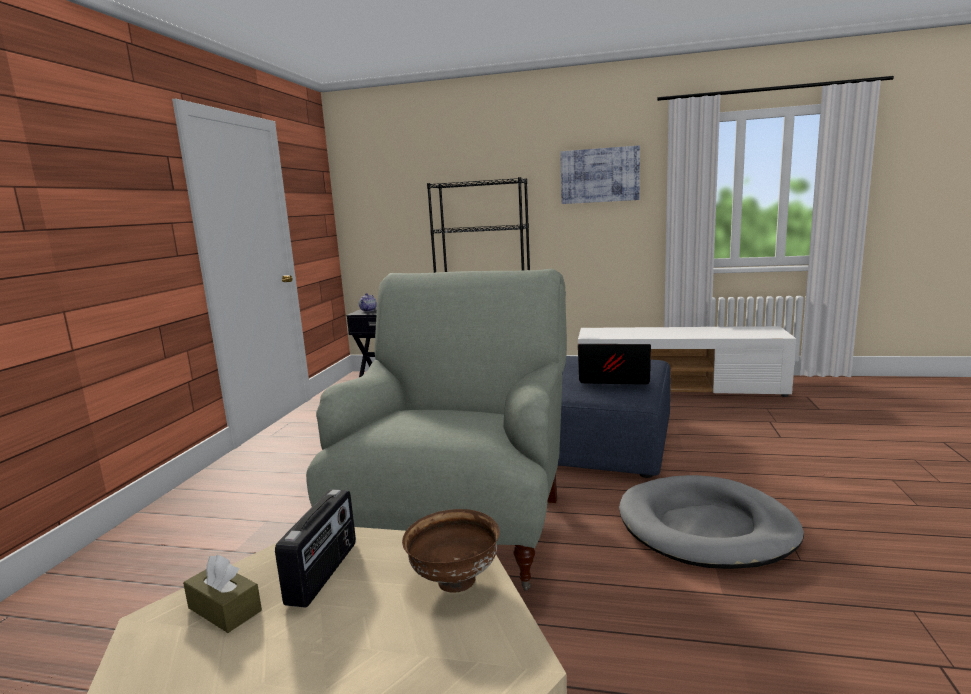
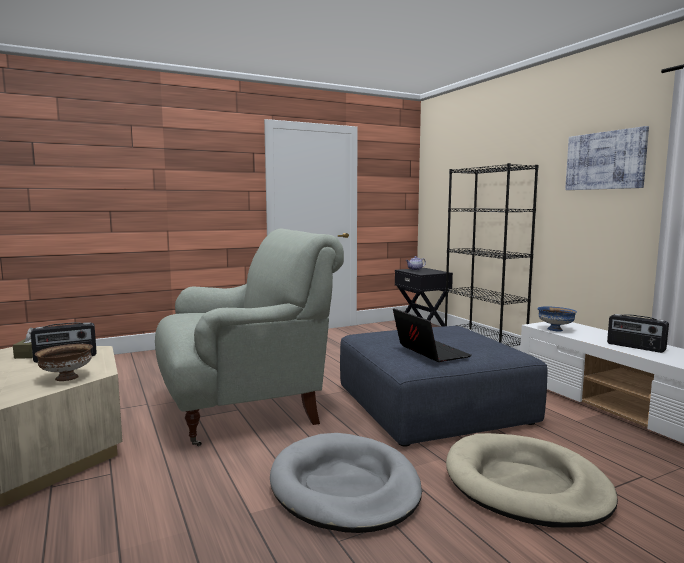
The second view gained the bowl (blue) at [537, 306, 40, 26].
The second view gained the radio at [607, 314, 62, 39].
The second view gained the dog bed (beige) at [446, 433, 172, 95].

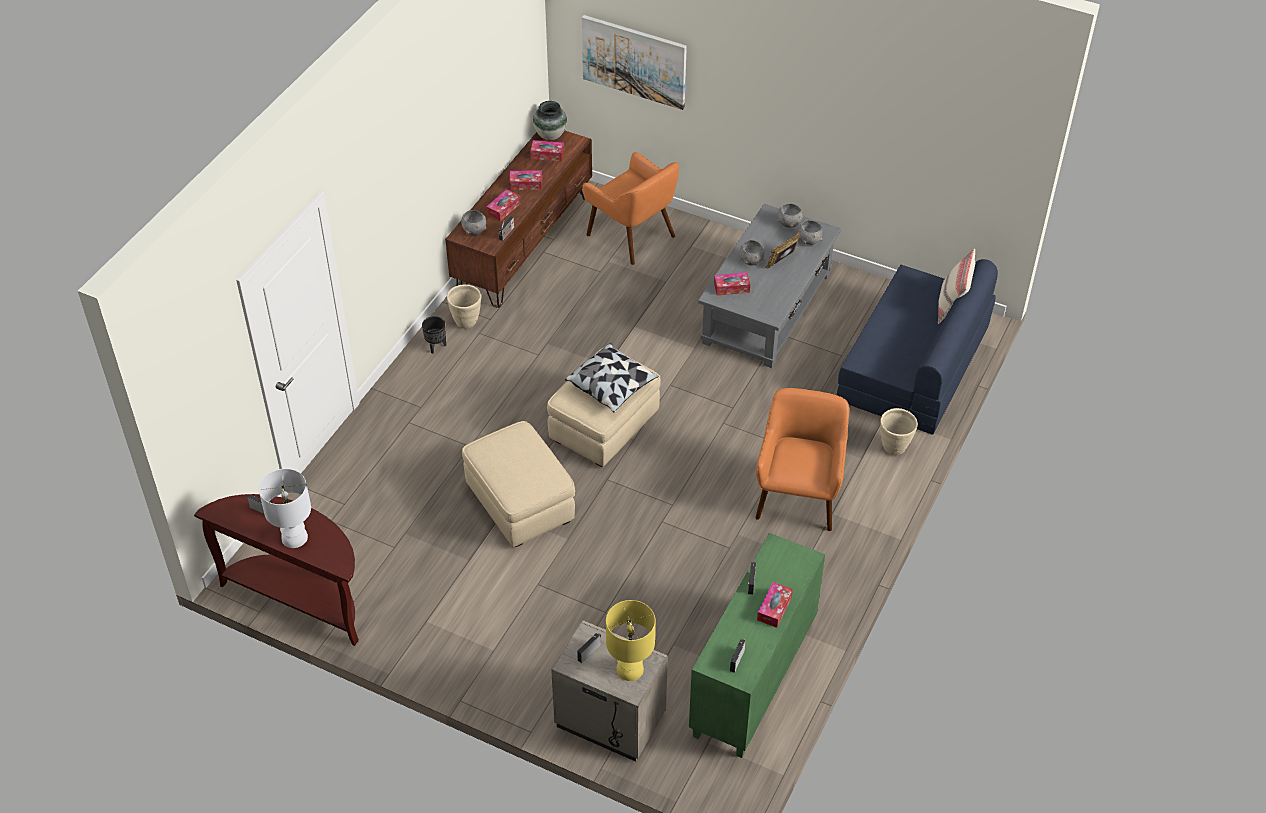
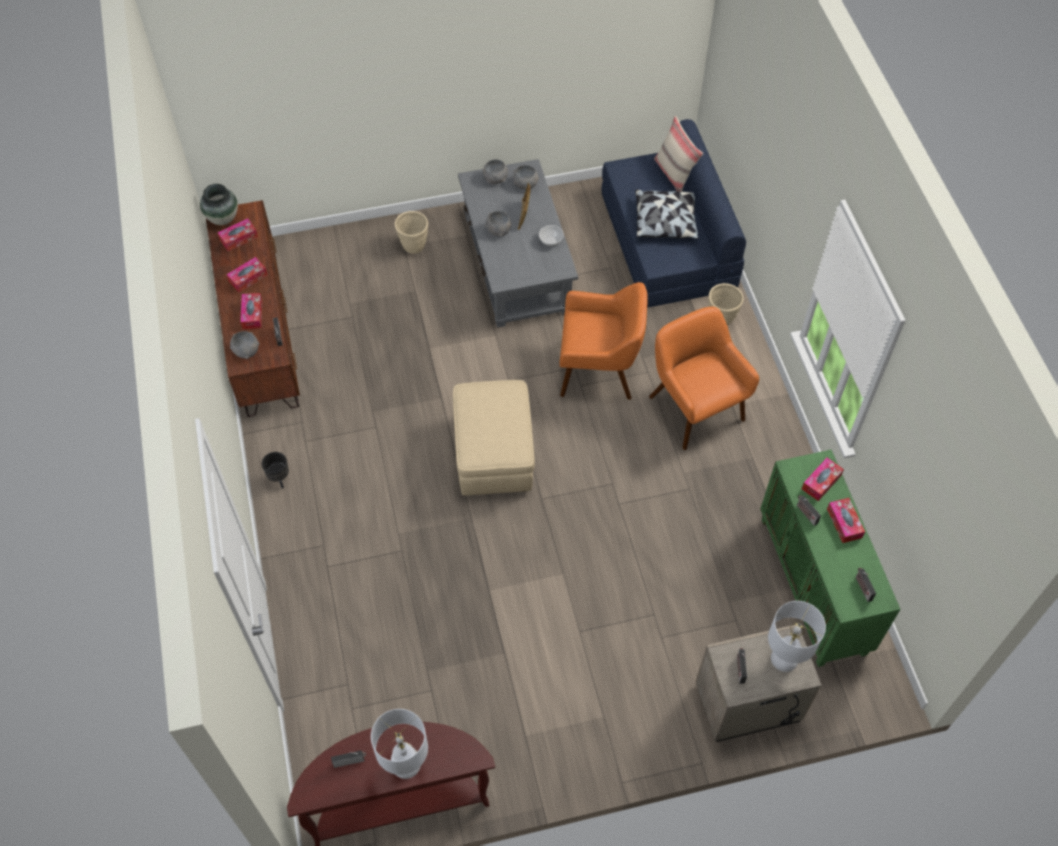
The second view lost the picture at [582, 15, 105, 95].
The armchair (orange) ended up elsewhere, having gone from [583, 152, 96, 113] to [560, 282, 88, 118].
The tissue box ended up elsewhere, having gone from [714, 272, 36, 24] to [802, 458, 42, 43].
The planter (beige) ended up elsewhere, having gone from [447, 285, 34, 44] to [394, 211, 34, 43].
The pillow ended up elsewhere, having gone from [565, 343, 94, 70] to [635, 189, 64, 50].
The second view lost the ottoman (beige) at [462, 421, 113, 126].
What was the table lamp (yellow) at [606, 600, 49, 81] turned into the table lamp (white) at [768, 601, 58, 71].
The second view gained the bowl at [539, 225, 25, 22].

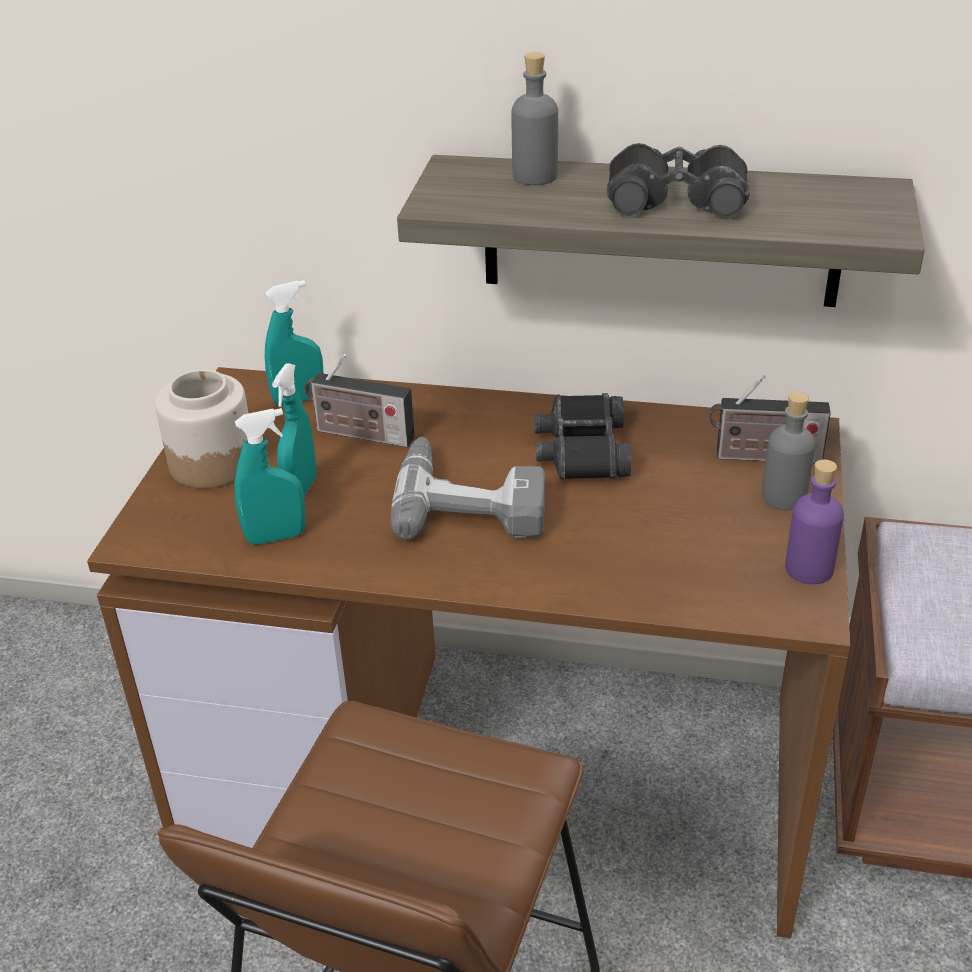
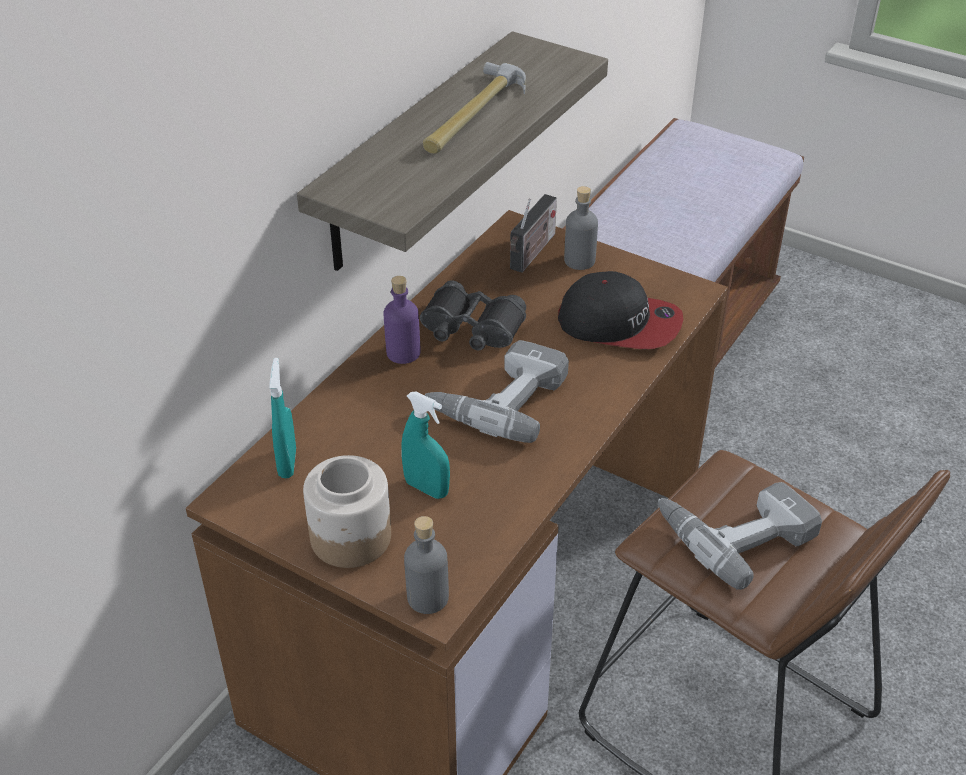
The bottle (grey) ended up elsewhere, having gone from [511, 52, 47, 133] to [404, 516, 45, 98].
Where the binoculars (black) stood at [606, 143, 144, 76], the hammer came to stand at [423, 62, 103, 92].
The second view lost the radio at [304, 354, 111, 94].
The second view lost the spray bottle (turquoise) at [235, 408, 71, 137].
The bottle (purple) ended up elsewhere, having gone from [785, 459, 59, 125] to [383, 276, 37, 88].
The second view gained the cap at [558, 271, 125, 78].
The second view gained the power drill at [658, 482, 164, 108].

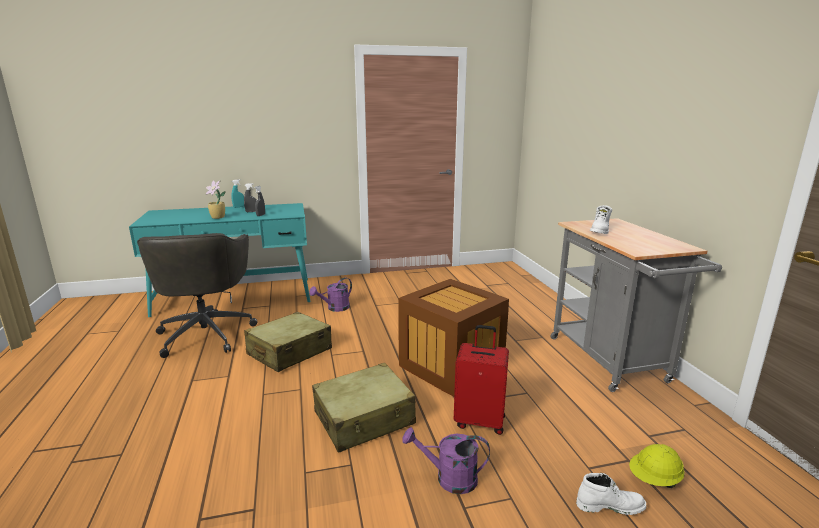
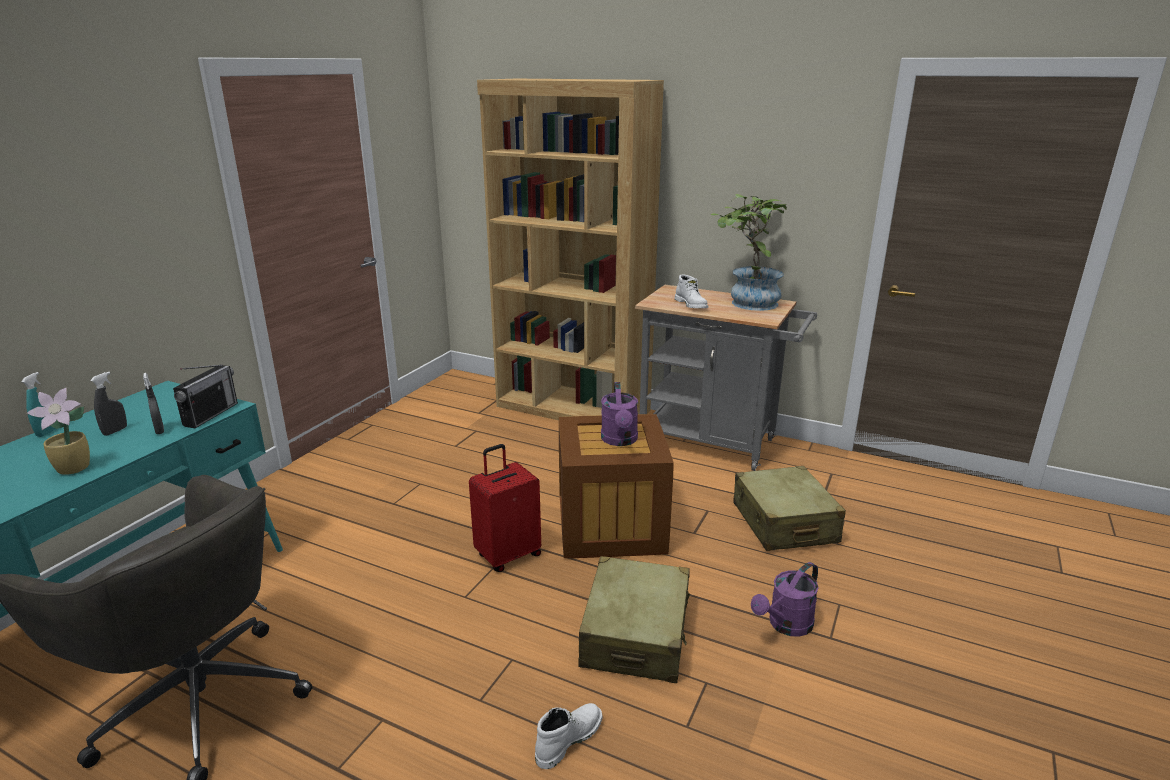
The watering can (purple) ended up elsewhere, having gone from [309, 278, 43, 34] to [601, 382, 37, 64].
The suitcase (beige) ended up elsewhere, having gone from [244, 312, 88, 60] to [733, 466, 113, 85].
The suitcase (red) ended up elsewhere, having gone from [454, 325, 55, 110] to [469, 444, 72, 128].
The second view lost the hard hat (yellow) at [629, 444, 56, 44].
The boot (white) ended up elsewhere, having gone from [576, 473, 70, 42] to [535, 703, 67, 66].
The second view gained the bookcase (brown) at [477, 79, 187, 341].
The second view gained the potted plant at [711, 194, 76, 117].
The second view gained the radio at [173, 364, 65, 64].

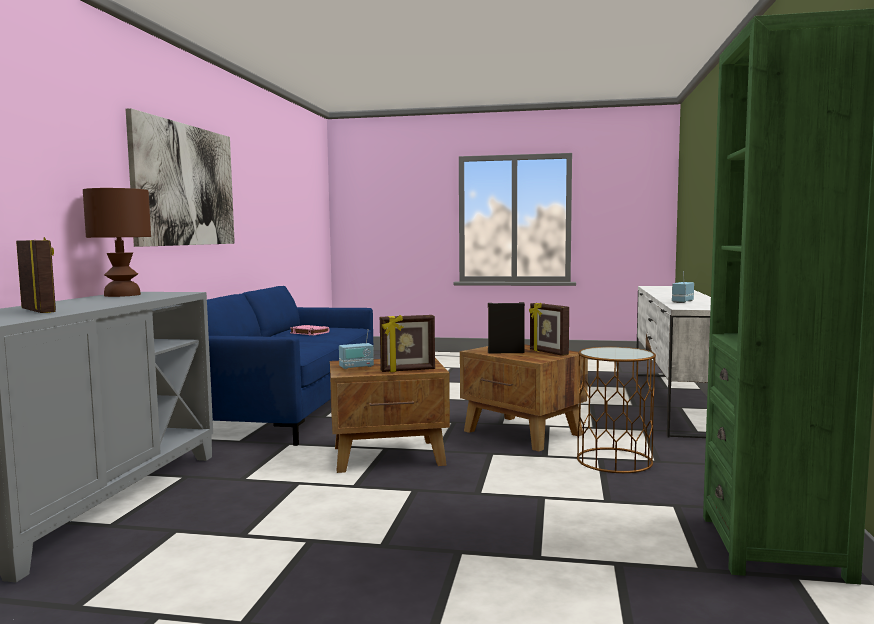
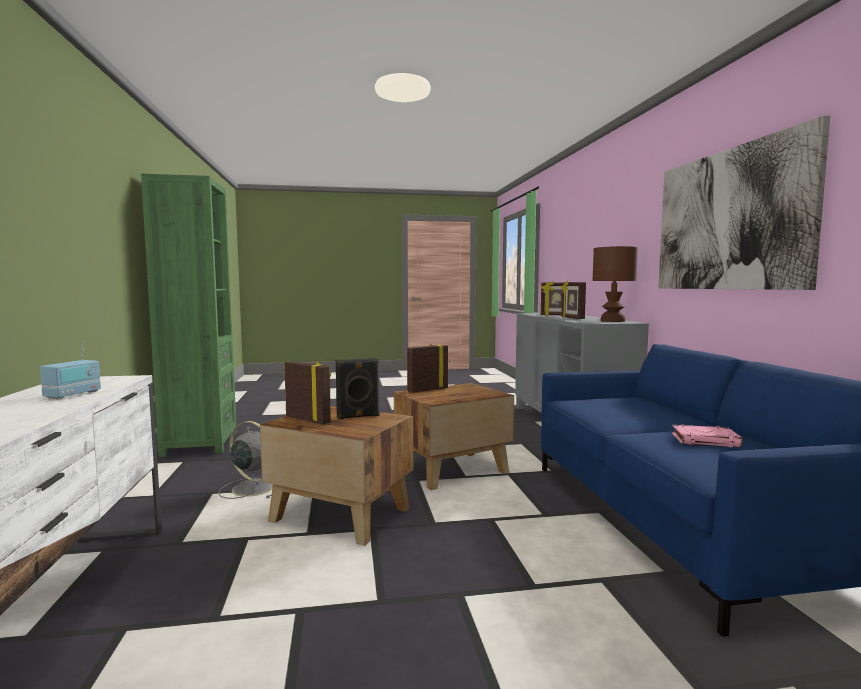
The second view lost the radio at [339, 329, 35, 40].
Where the side table (brown) stood at [577, 347, 79, 126], the fan (grey) came to stand at [219, 421, 54, 78].
The second view gained the picture frame at [561, 281, 25, 38].

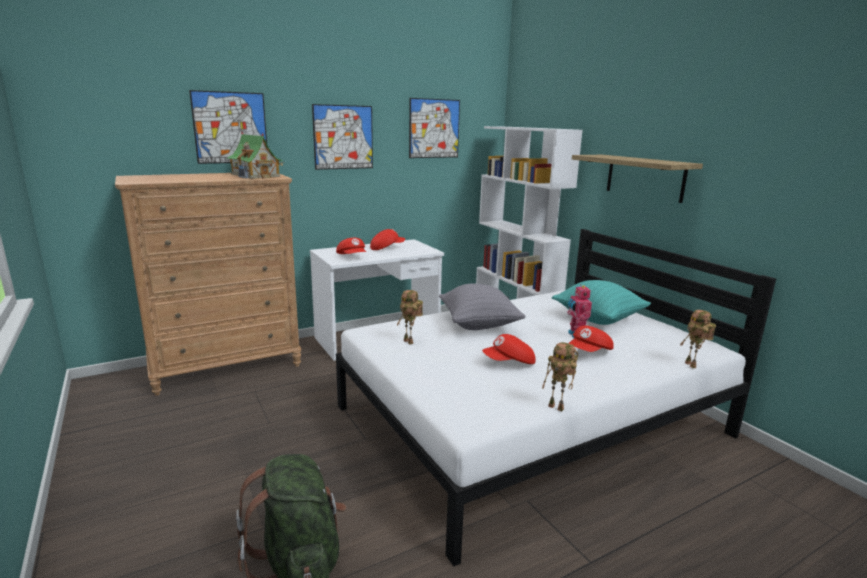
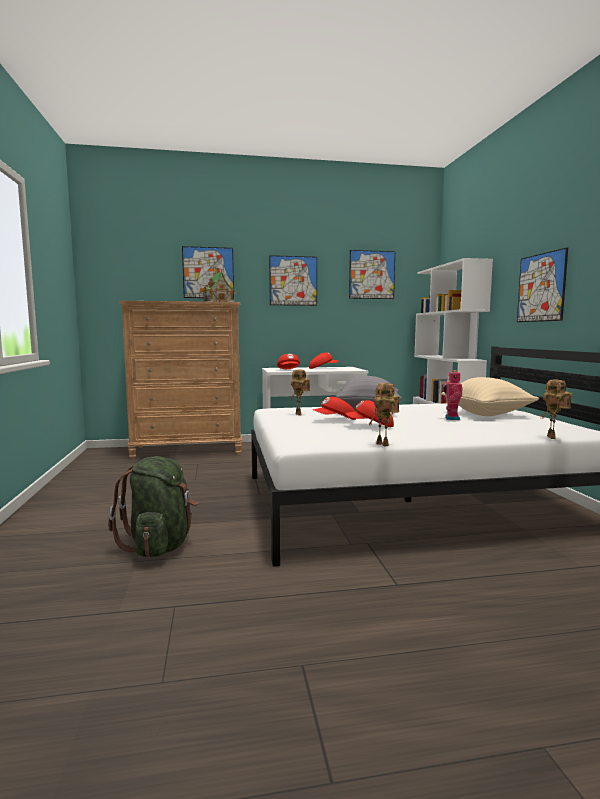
Where the shelf hung at [572, 155, 131, 48], the picture came to hang at [517, 247, 51, 75].
What was the pillow (turquoise) at [552, 280, 99, 45] turned into the pillow (beige) at [442, 377, 97, 39].
The cap (red) ended up elsewhere, having gone from [569, 325, 45, 27] to [313, 397, 43, 23].

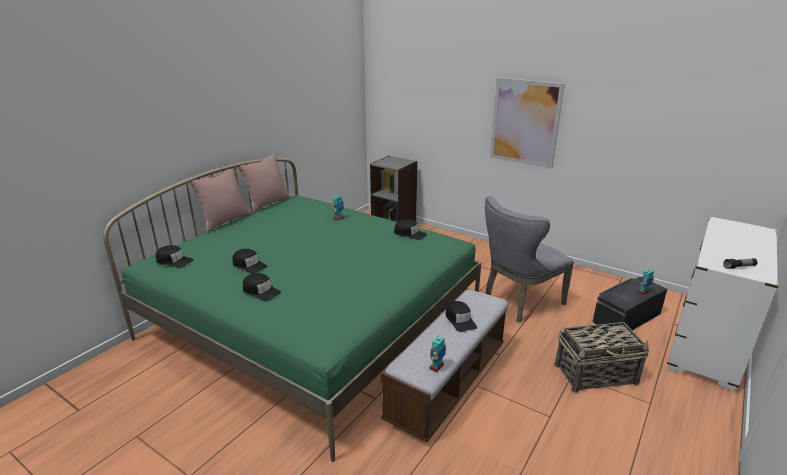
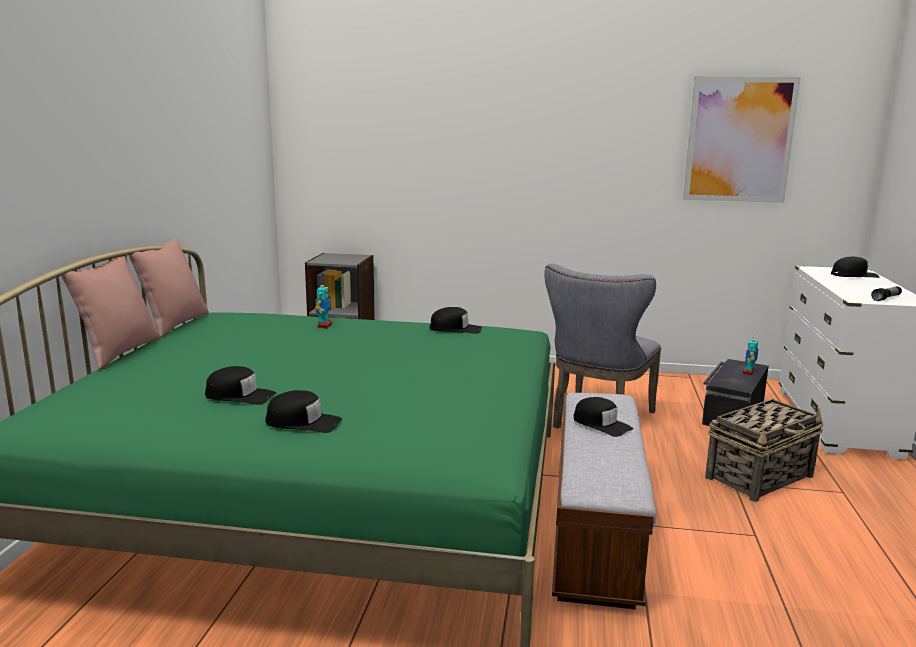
The picture ended up elsewhere, having gone from [490, 78, 75, 91] to [683, 76, 118, 127].
The cap (black) ended up elsewhere, having gone from [156, 245, 38, 23] to [831, 257, 49, 21].
The second view lost the toy robot at [429, 336, 17, 36].

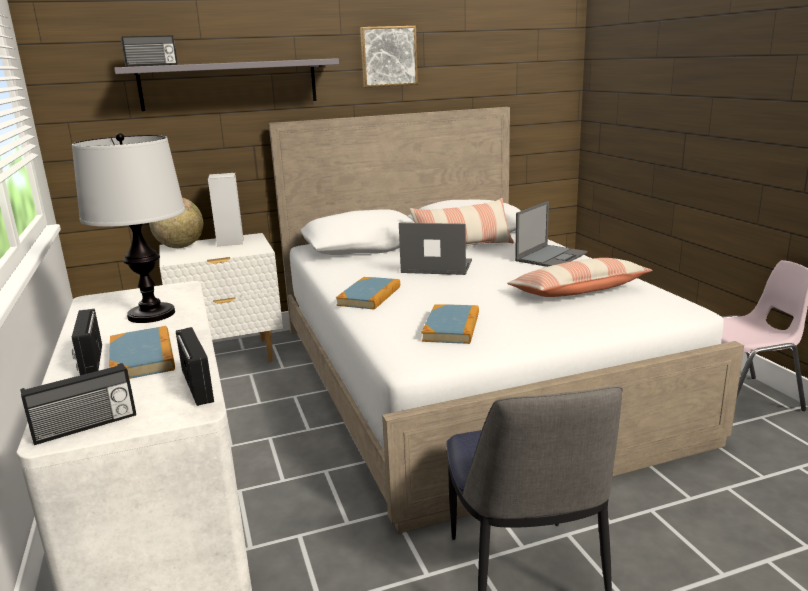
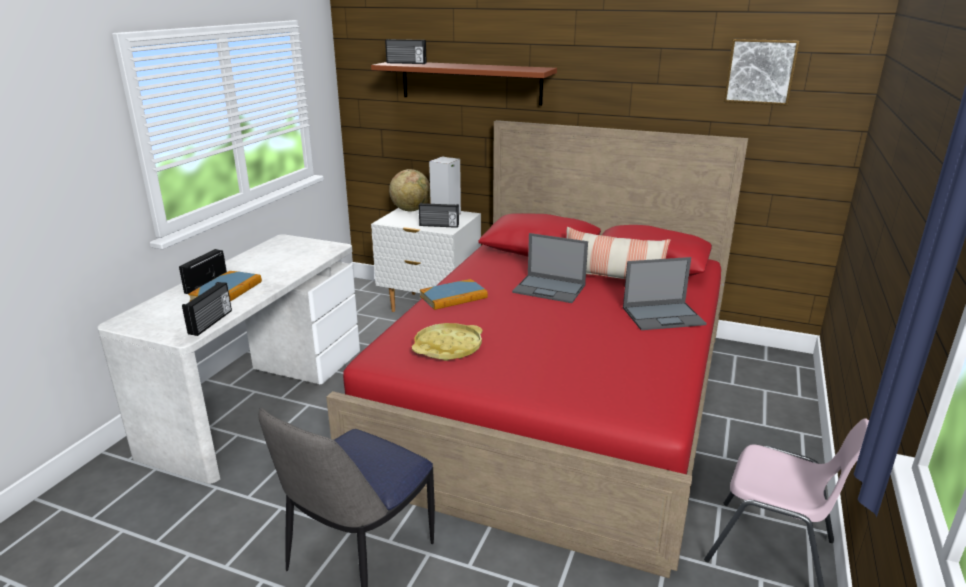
The picture ended up elsewhere, having gone from [360, 26, 58, 61] to [724, 38, 75, 68].
What was the shelf (grey) at [114, 58, 225, 53] turned into the shelf (brown) at [371, 62, 186, 44].
What was the bed (white) at [269, 107, 475, 426] turned into the bed (red) at [326, 120, 422, 458].
The second view lost the table lamp at [72, 133, 113, 190].
The laptop at [399, 223, 73, 52] ended up facing another way, 150 degrees clockwise from before.
The second view lost the pillow at [507, 258, 146, 39].
Where the book stood at [422, 304, 57, 40], the tray (yellow) came to stand at [412, 323, 70, 38].
The radio ended up elsewhere, having gone from [21, 363, 115, 82] to [419, 203, 40, 25].

